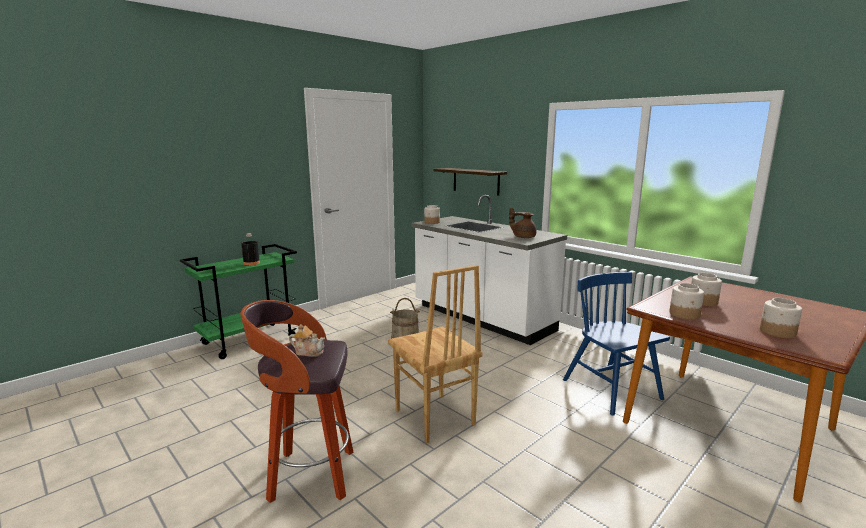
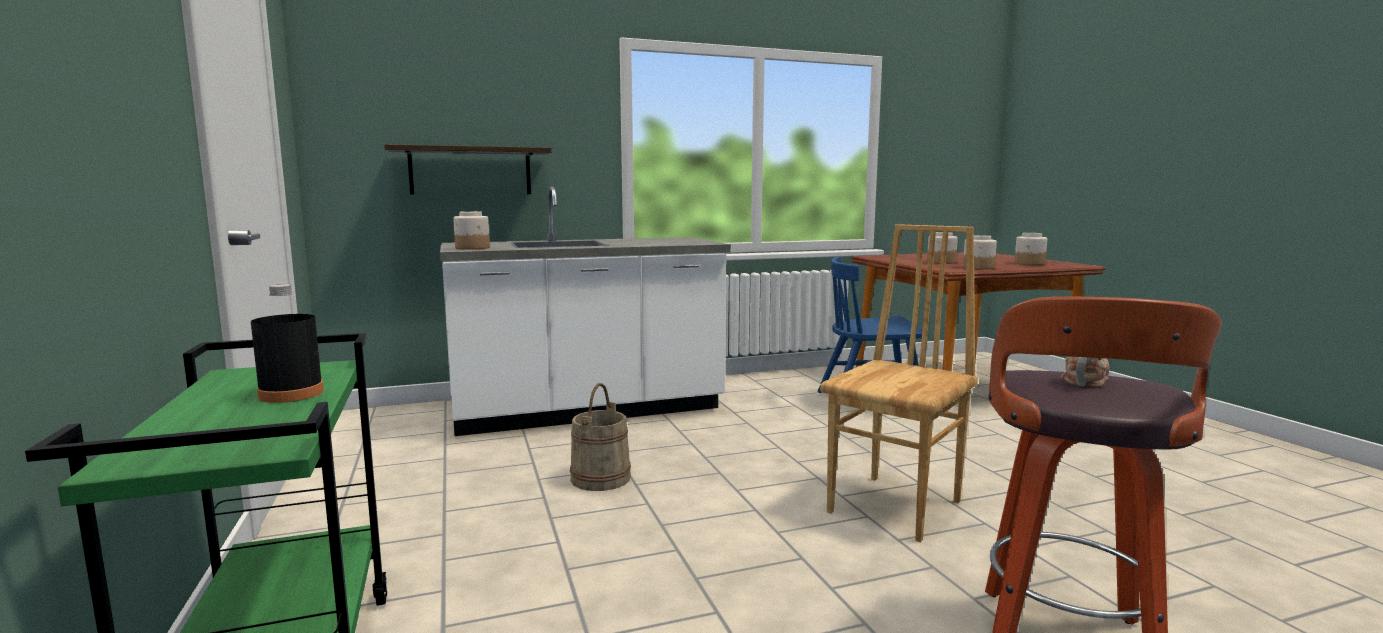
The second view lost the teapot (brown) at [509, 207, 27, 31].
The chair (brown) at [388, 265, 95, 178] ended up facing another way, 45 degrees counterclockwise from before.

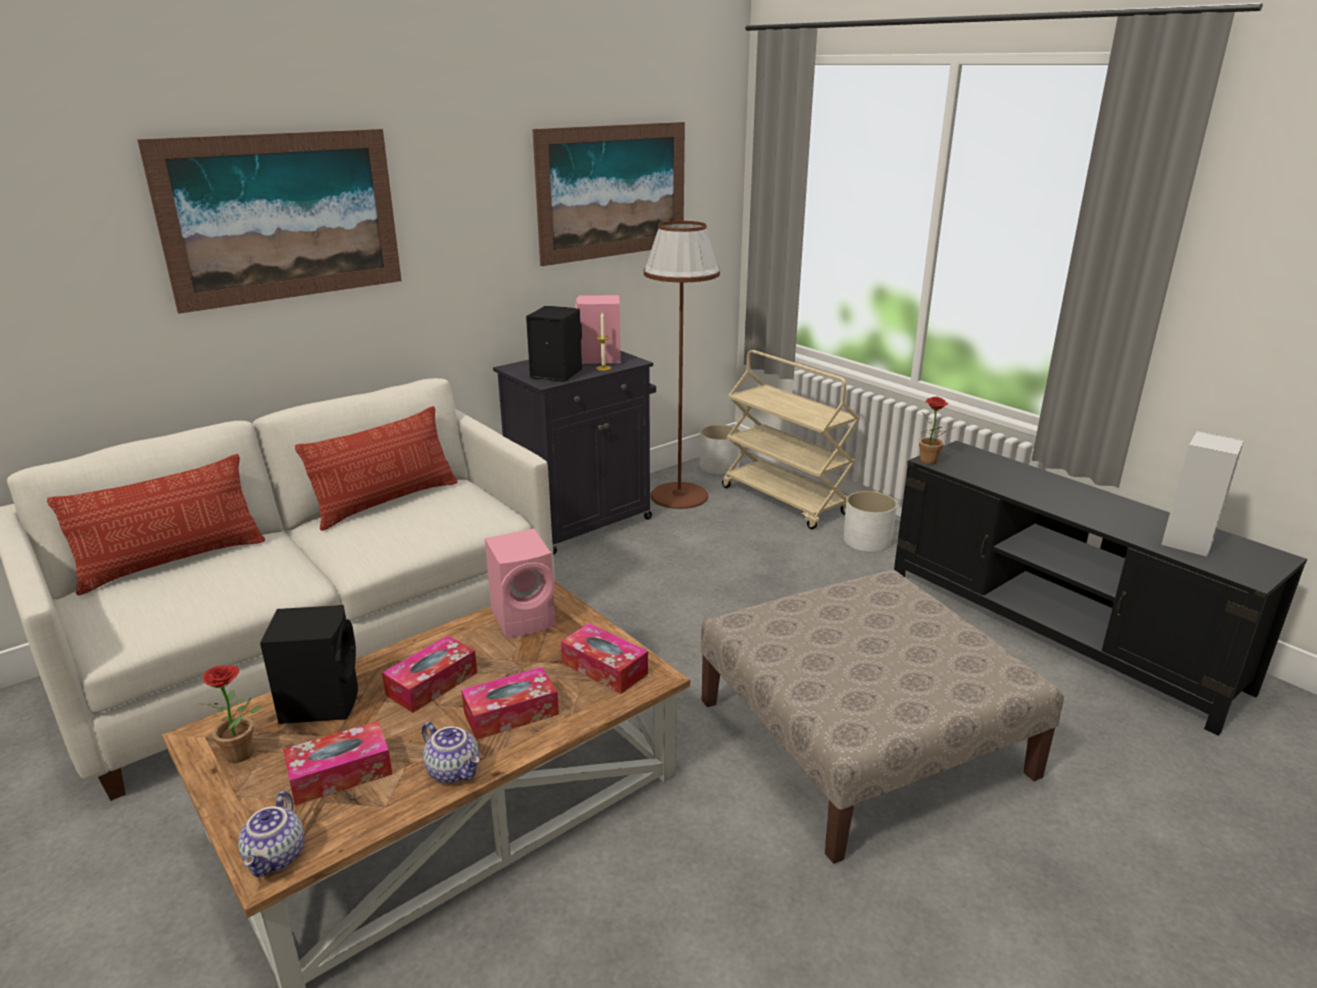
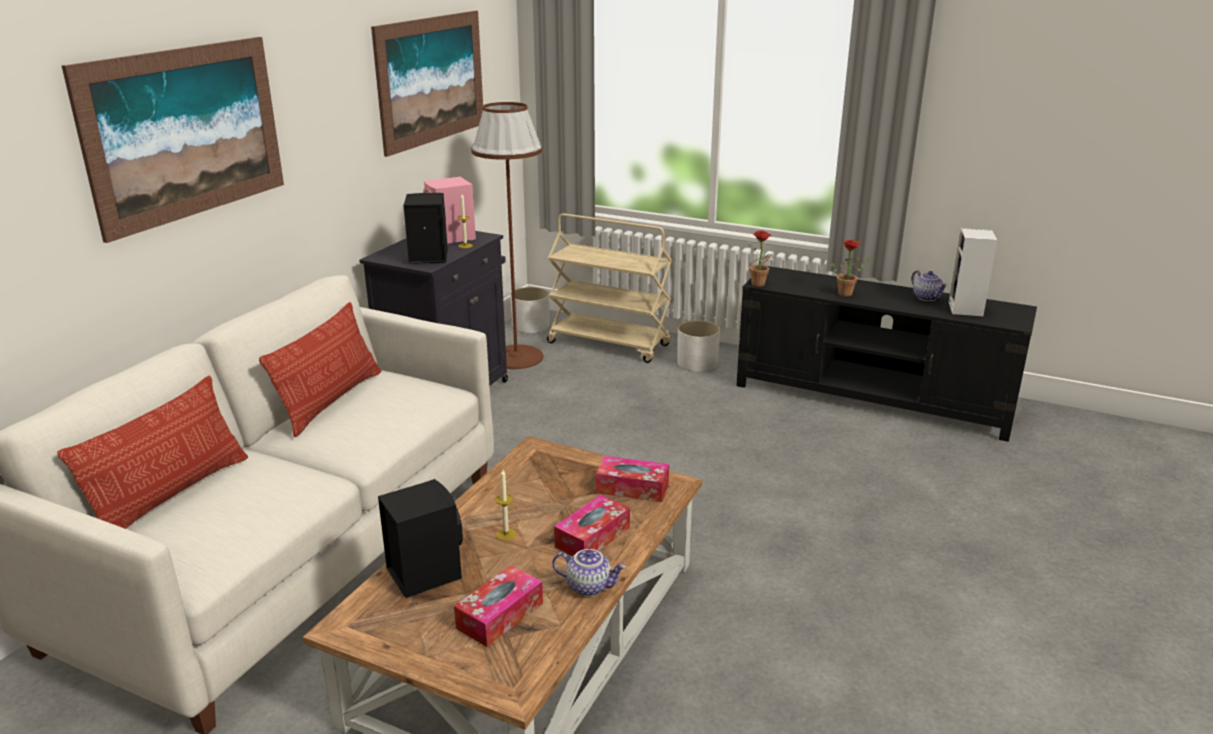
The second view lost the speaker (pink) at [485, 529, 71, 109].
The second view lost the ottoman (beige) at [701, 569, 363, 295].
Where the tissue box stood at [382, 636, 95, 77], the candle came to stand at [495, 469, 22, 72].
The potted plant ended up elsewhere, having gone from [198, 665, 64, 98] to [830, 240, 42, 57].
The teapot ended up elsewhere, having gone from [238, 791, 67, 86] to [911, 270, 37, 31].

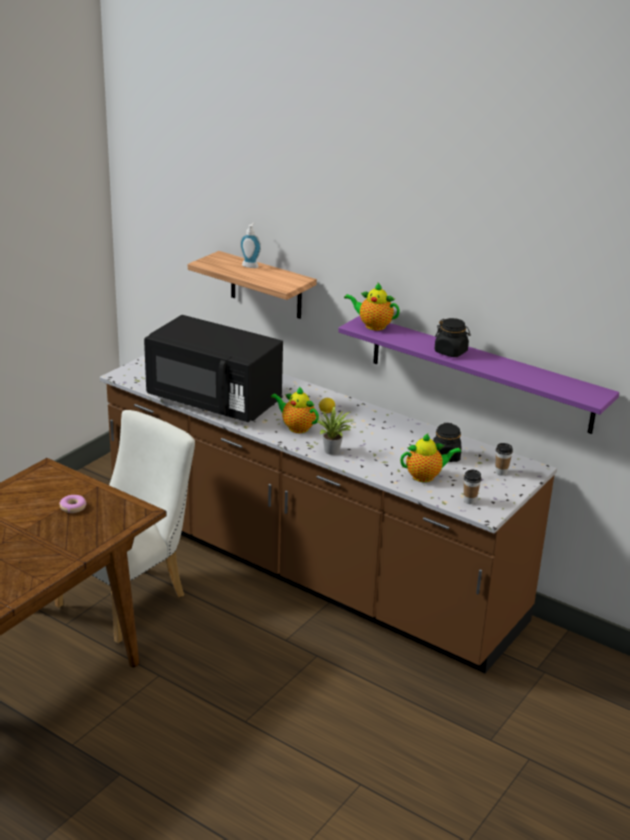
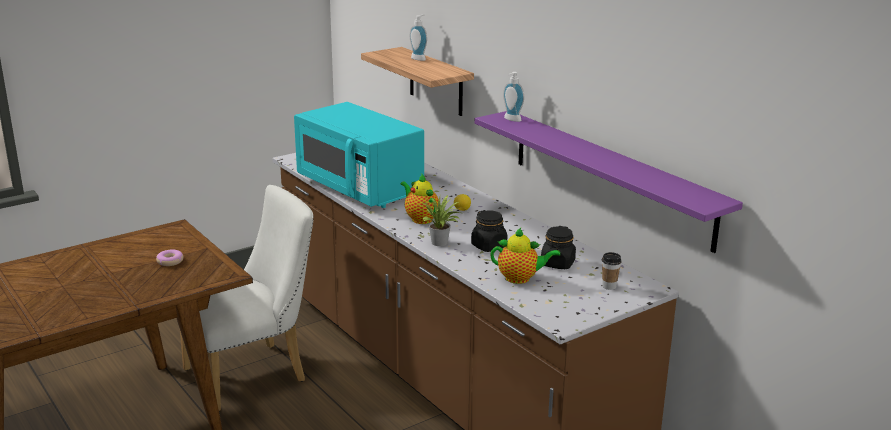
Where the teapot stood at [344, 282, 56, 49], the soap dispenser came to stand at [503, 72, 21, 50].
What was the microwave (black) at [144, 315, 139, 107] turned into the microwave (turquoise) at [294, 102, 130, 106].
The jar (black) ended up elsewhere, having gone from [434, 318, 37, 39] to [471, 210, 36, 42].
The second view lost the cup at [464, 470, 18, 34].

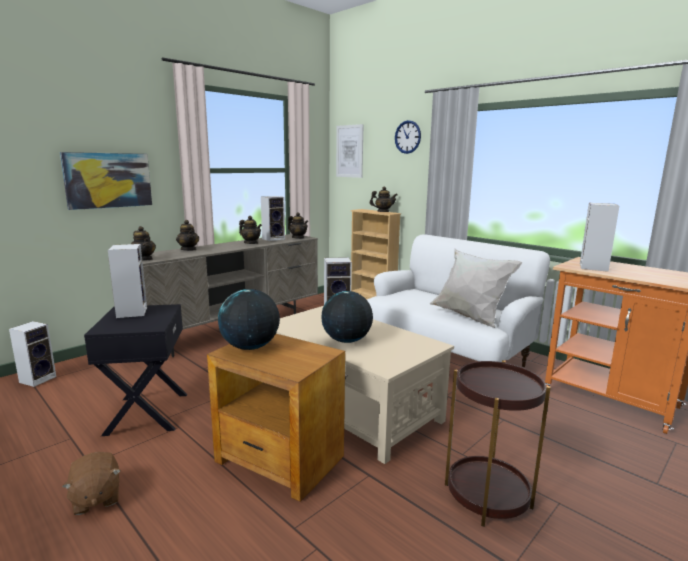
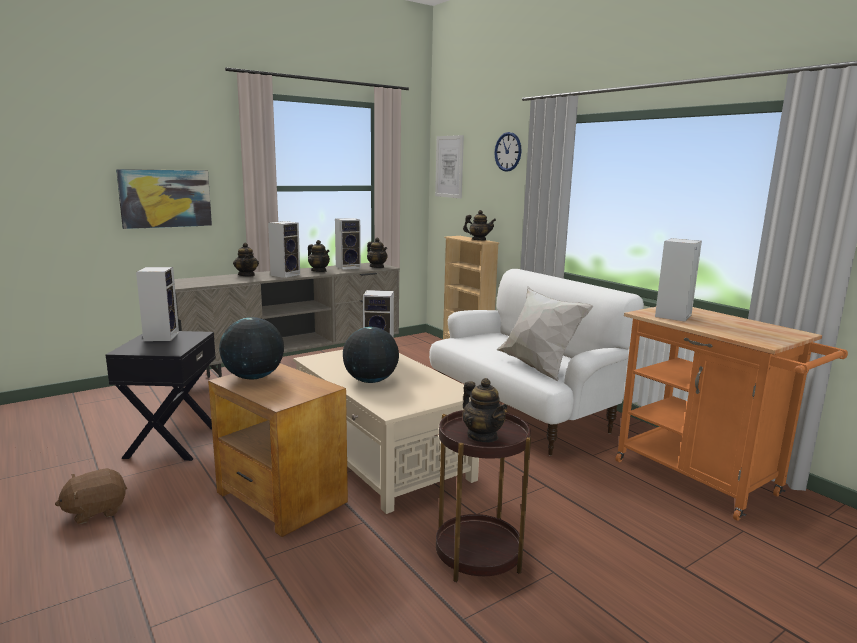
The teapot ended up elsewhere, having gone from [131, 226, 25, 35] to [463, 378, 44, 64].
The speaker ended up elsewhere, having gone from [9, 321, 47, 66] to [268, 221, 32, 57].
The plush toy (brown) at [62, 452, 59, 63] ended up facing another way, 75 degrees clockwise from before.

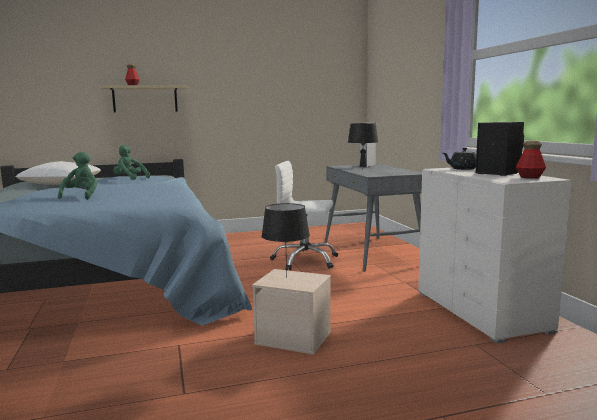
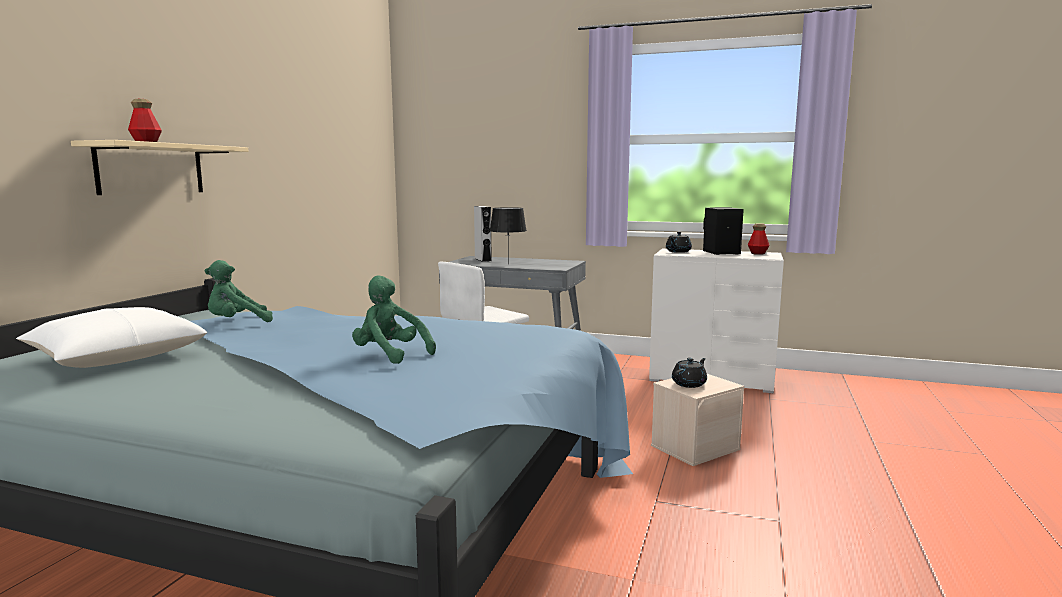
Where the table lamp (black) stood at [262, 203, 48, 75], the teapot (black) came to stand at [672, 358, 35, 30].

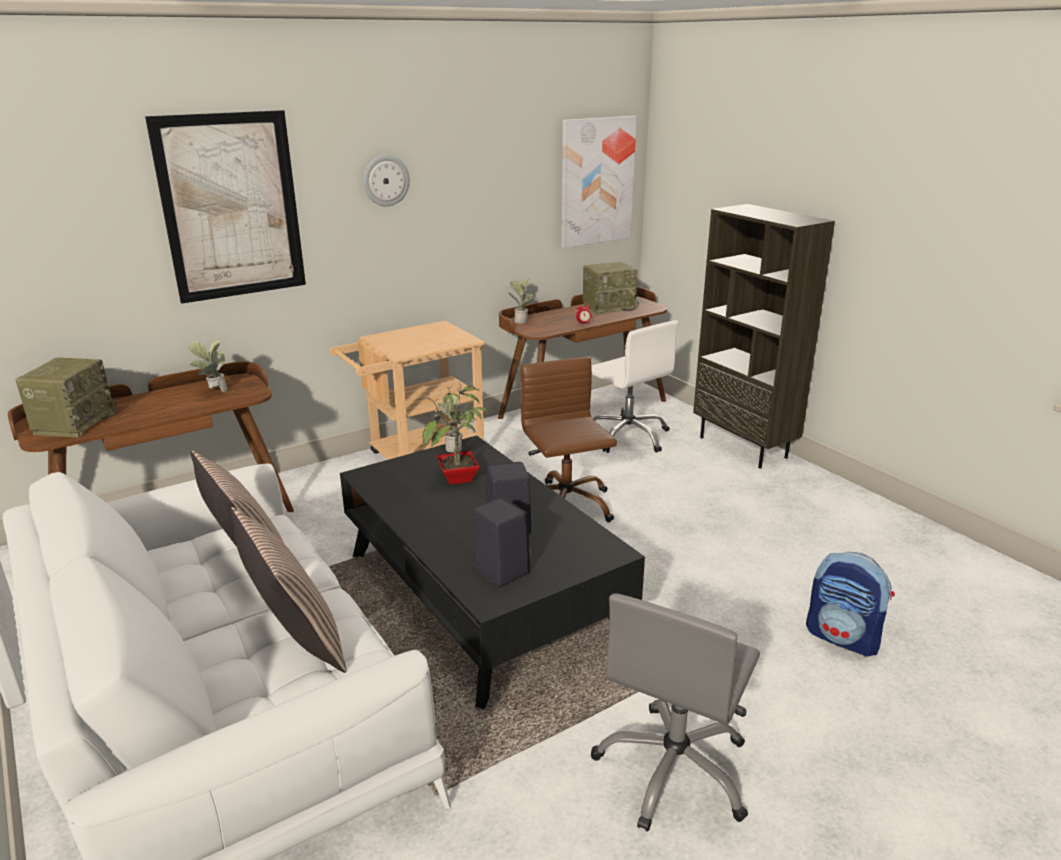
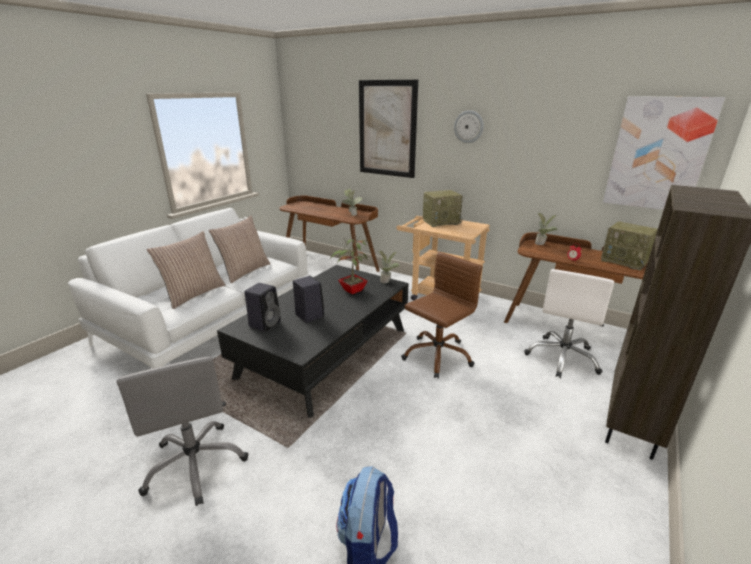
The radio ended up elsewhere, having gone from [16, 358, 101, 79] to [423, 190, 40, 37].
The office chair (grey) at [591, 593, 169, 239] ended up facing another way, 120 degrees counterclockwise from before.

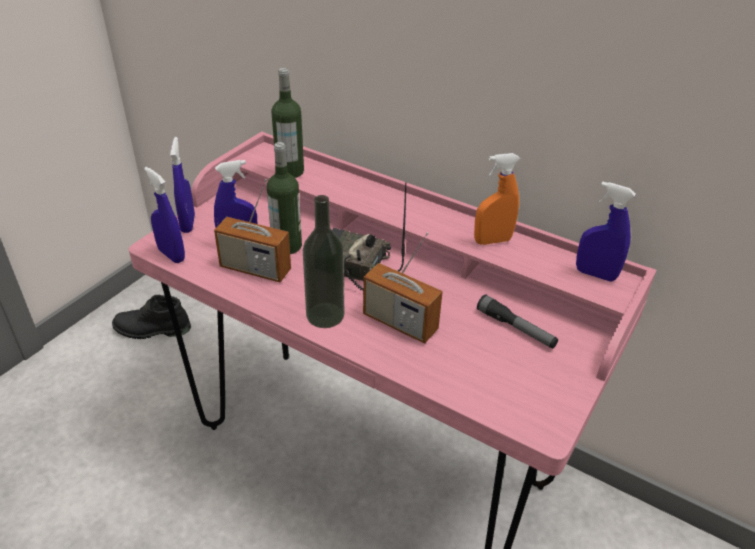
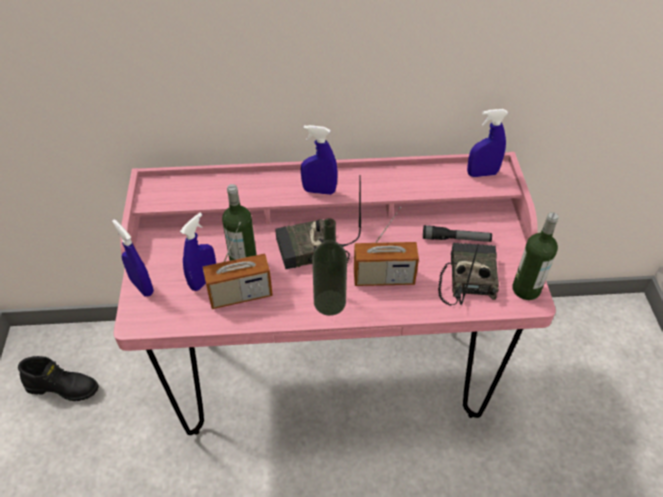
The bottle ended up elsewhere, having gone from [271, 68, 33, 110] to [512, 212, 46, 88].
The second view lost the spray bottle (orange) at [474, 153, 46, 92].
The spray bottle (blue) ended up elsewhere, having gone from [144, 167, 41, 96] to [301, 125, 37, 70].
The boot (black) at [112, 295, 79, 44] ended up facing another way, 135 degrees counterclockwise from before.
The second view gained the radio at [438, 243, 61, 62].

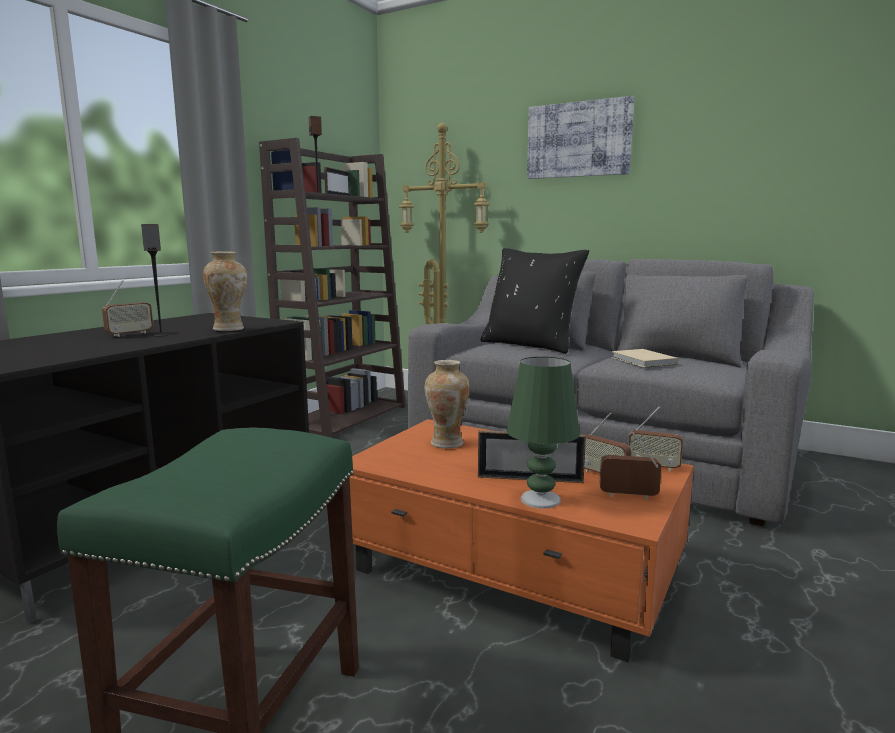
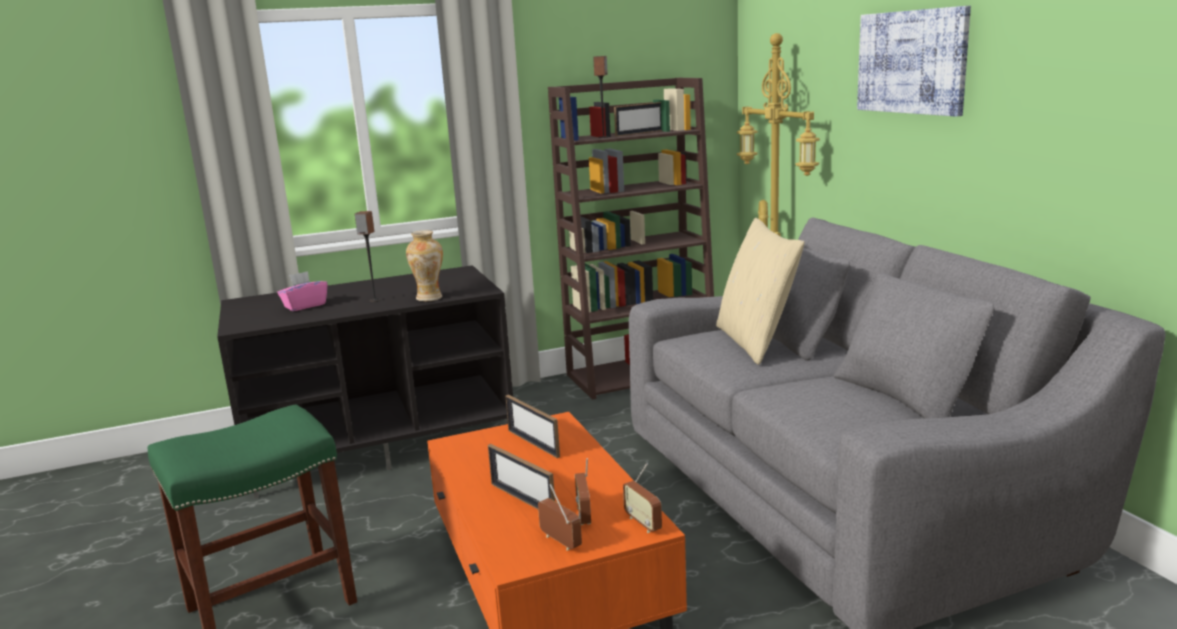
What was the pillow (black) at [481, 248, 108, 106] turned into the pillow (beige) at [716, 218, 88, 147].
The second view lost the radio at [102, 280, 51, 57].
The second view lost the book (beige) at [612, 349, 65, 19].
The second view lost the table lamp (green) at [506, 357, 74, 152].
Where the vase stood at [425, 360, 45, 88], the picture frame came to stand at [505, 395, 55, 63].
The second view gained the tissue box (pink) at [278, 271, 50, 40].

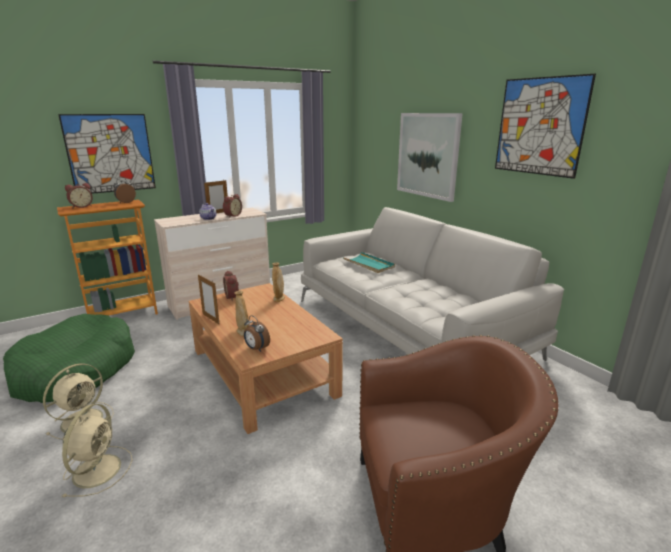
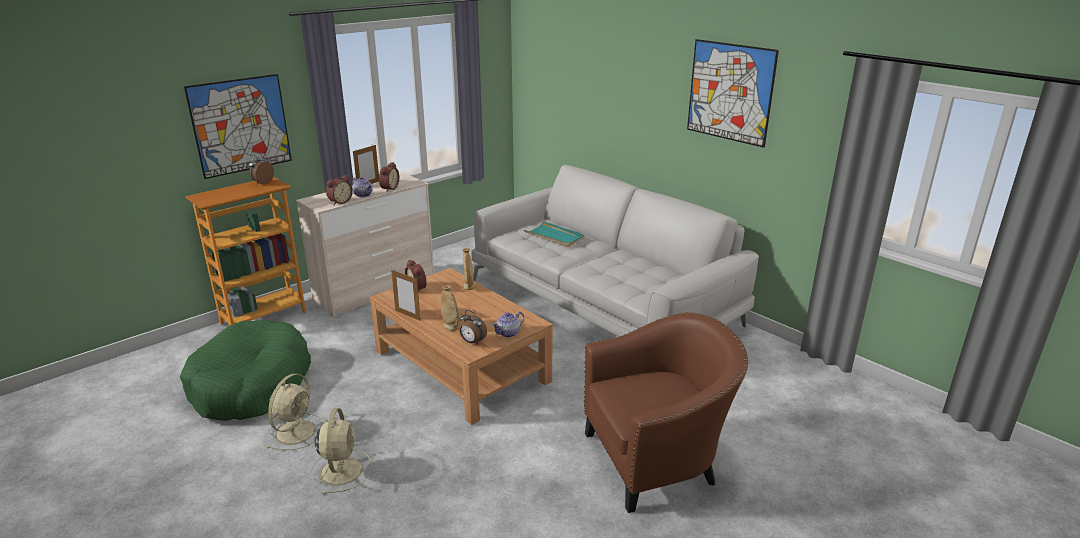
The second view lost the picture at [397, 113, 66, 89].
The alarm clock ended up elsewhere, having gone from [65, 183, 28, 25] to [326, 175, 27, 30].
The second view gained the teapot at [492, 312, 32, 25].

